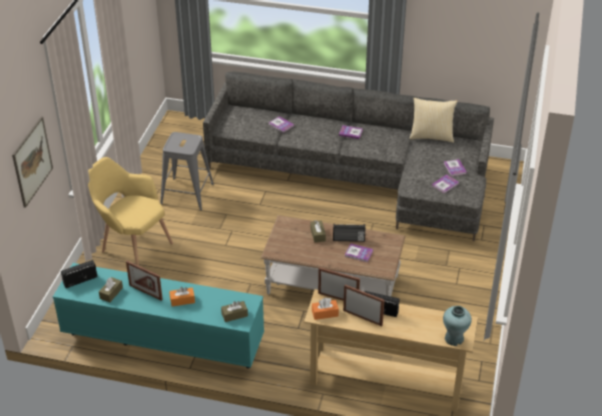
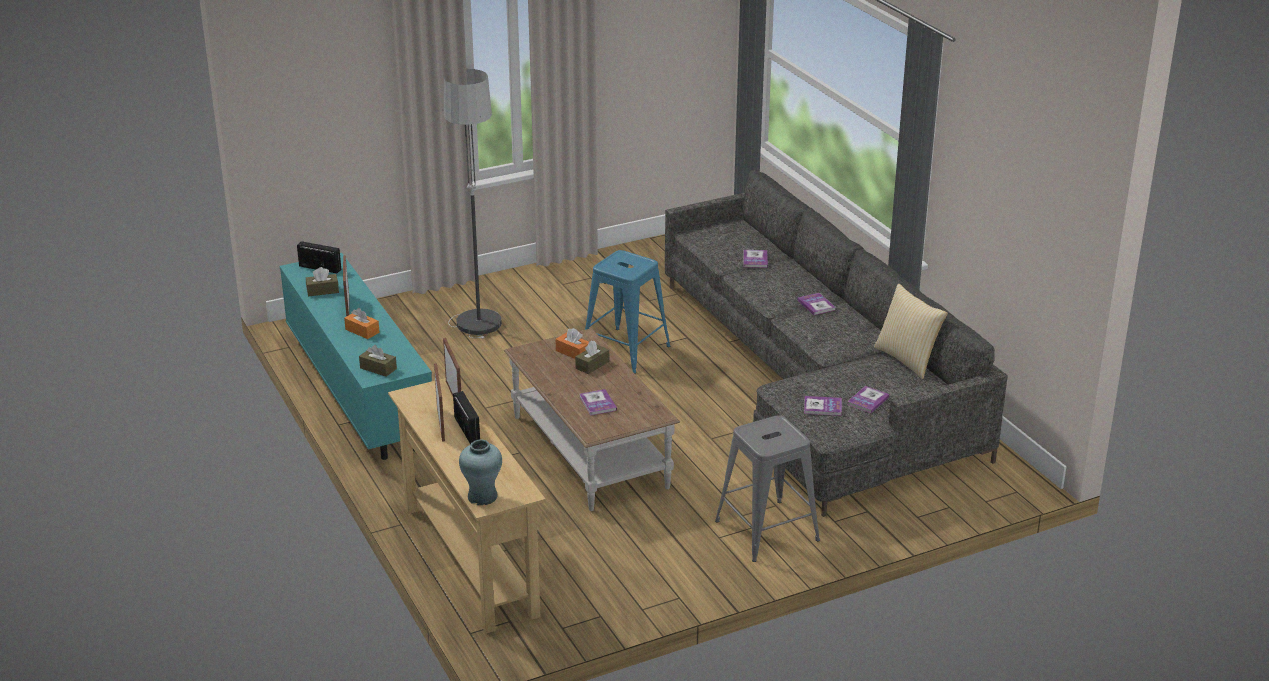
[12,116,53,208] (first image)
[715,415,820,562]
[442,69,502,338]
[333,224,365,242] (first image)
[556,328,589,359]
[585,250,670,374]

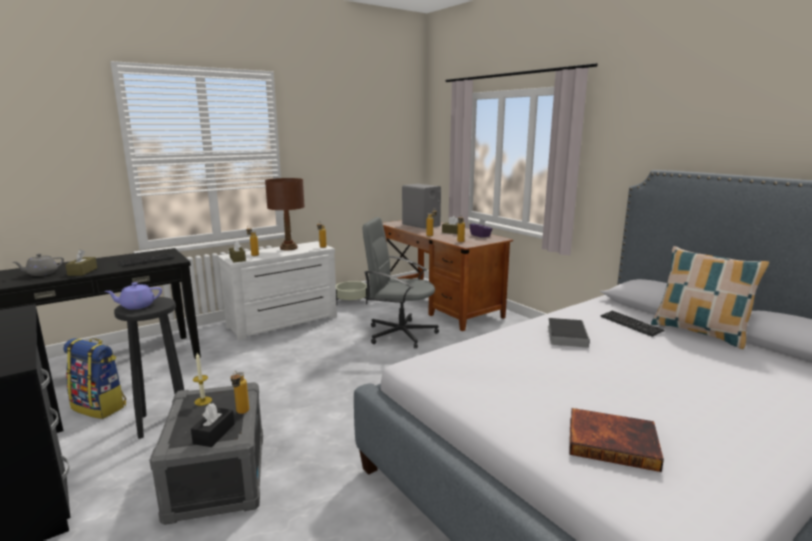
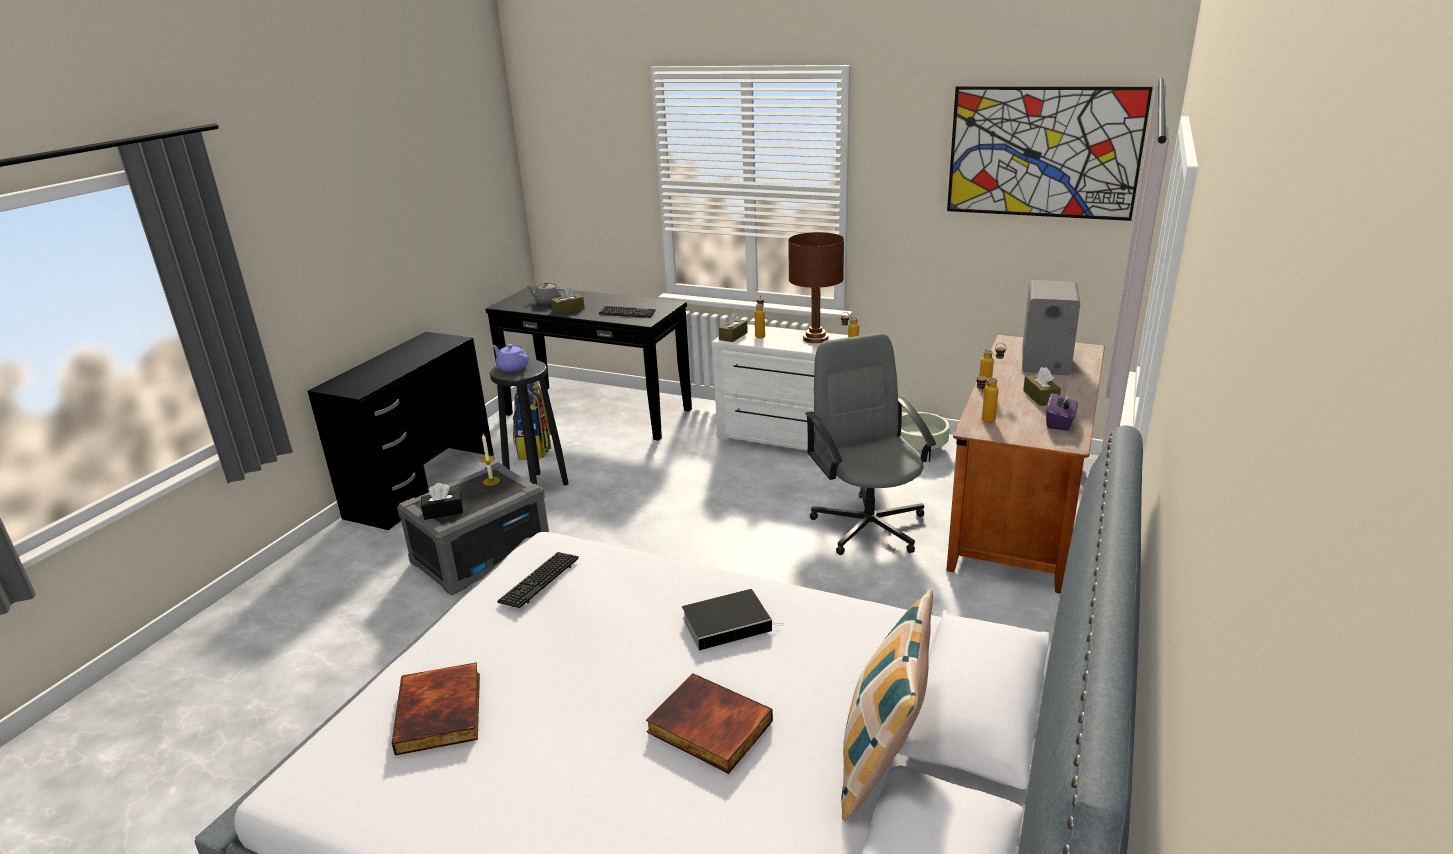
[497,552,579,608]
[230,371,249,414] (first image)
[947,86,1153,221]
[646,673,773,774]

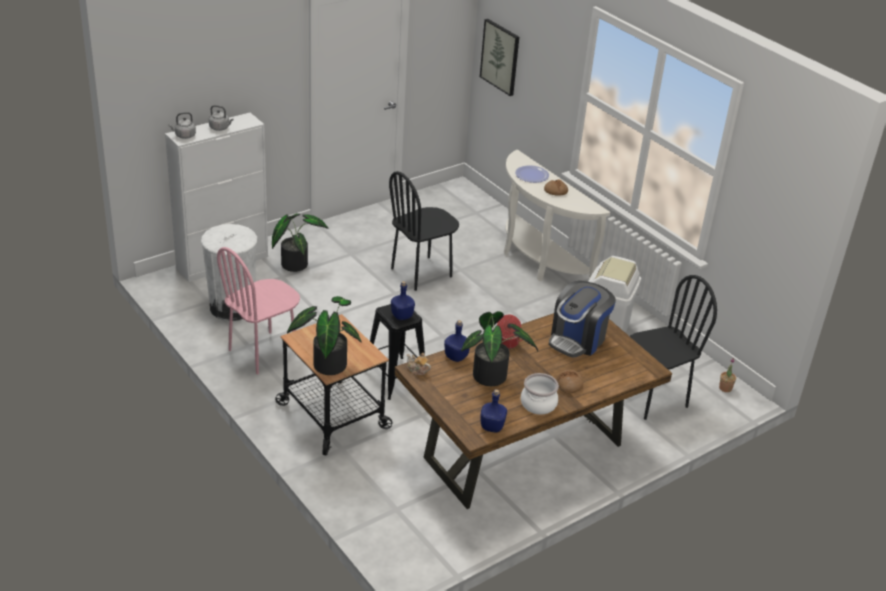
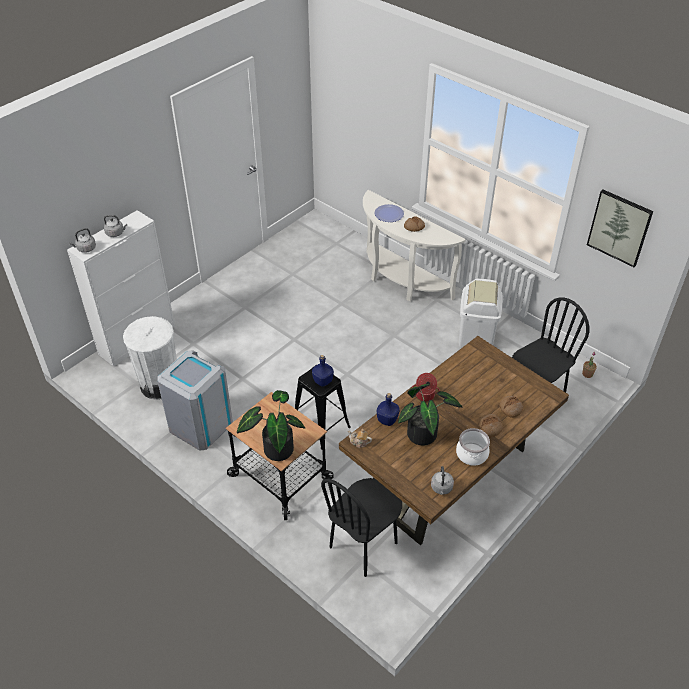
[587,190,653,267]
[321,478,402,577]
[272,214,329,272] (first image)
[157,350,233,451]
[549,281,616,358] (first image)
[431,466,454,495]
[500,396,523,418]

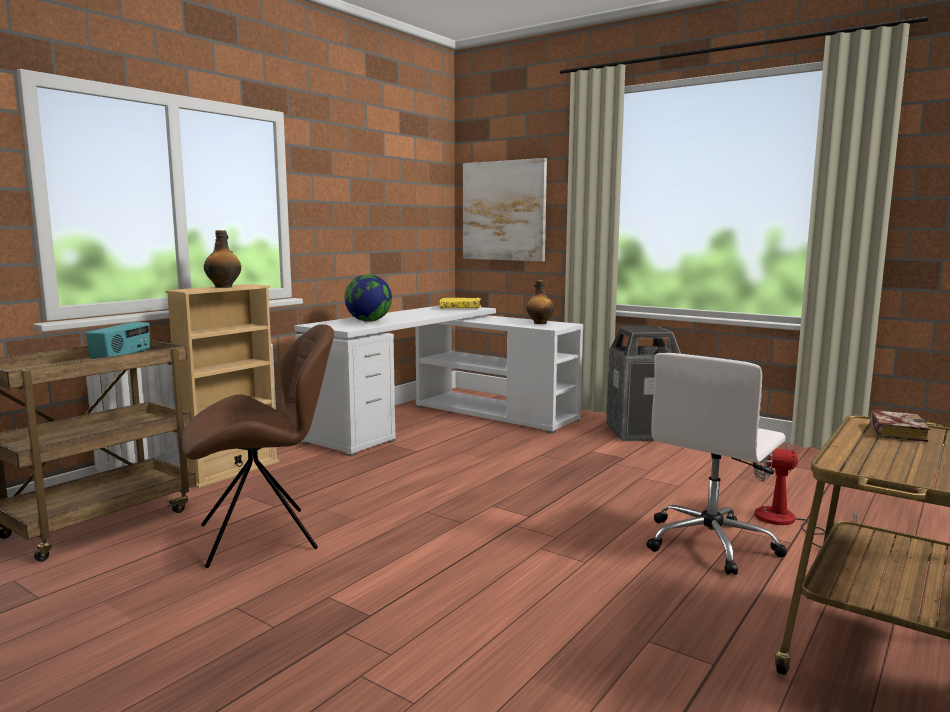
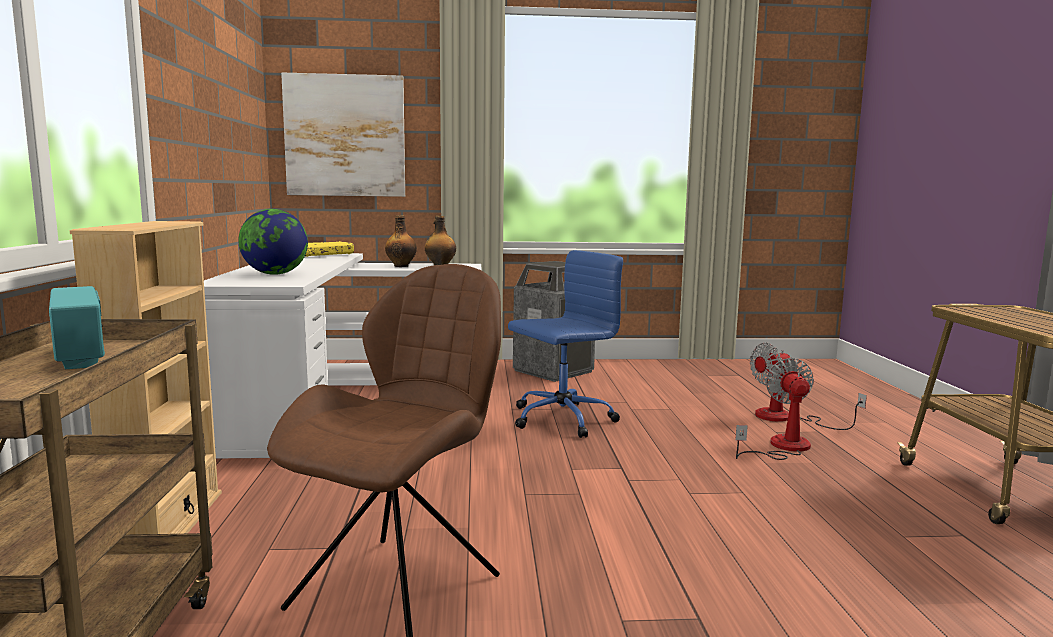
[385,215,417,267]
[735,358,814,460]
[870,410,930,442] (first image)
[508,250,623,438]

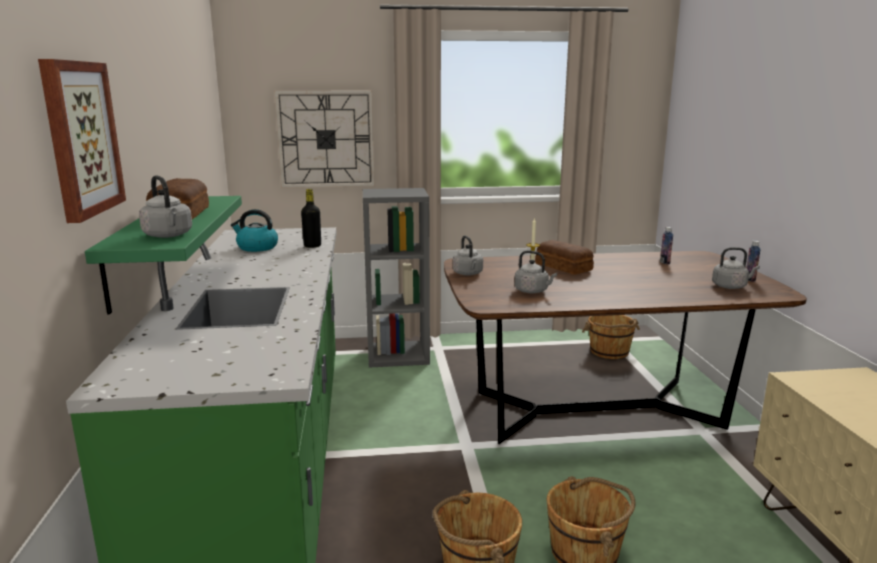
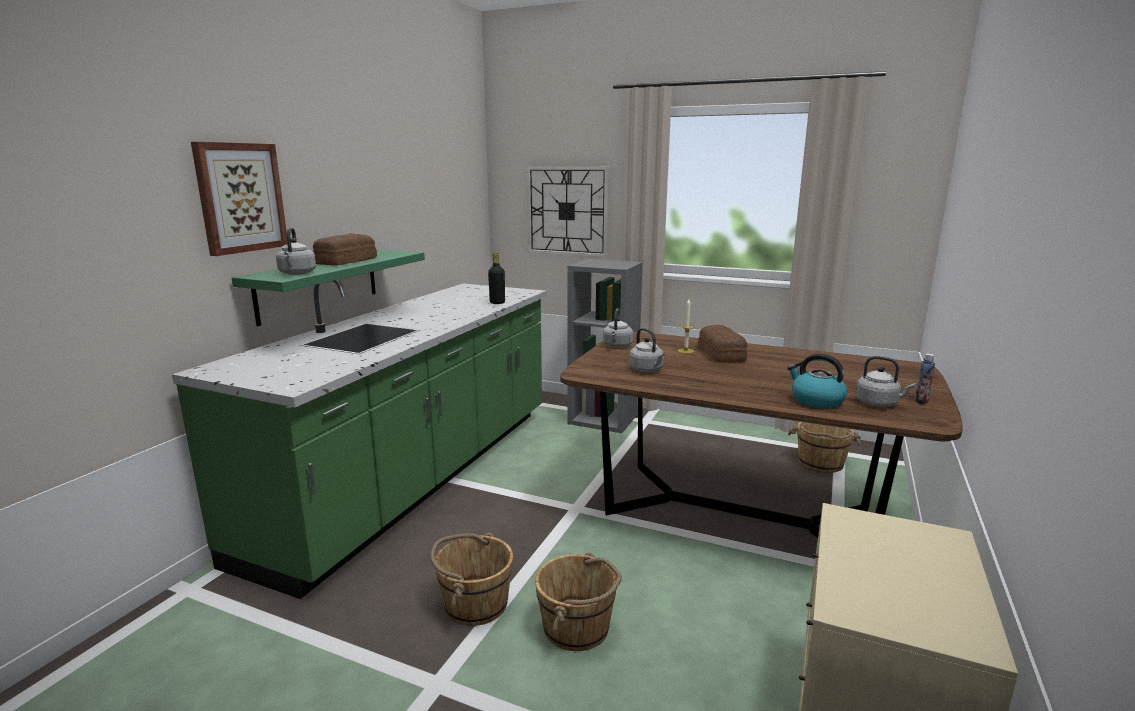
[787,353,847,408]
[660,227,673,264] (first image)

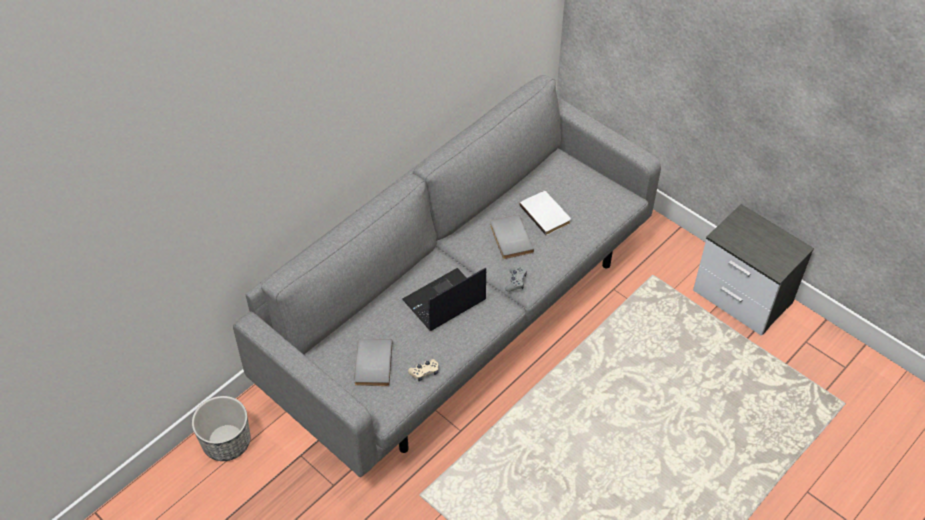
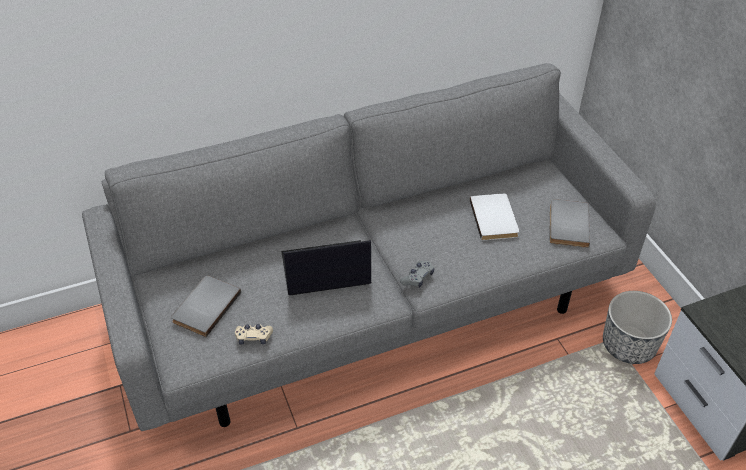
[549,199,590,248]
[603,291,672,364]

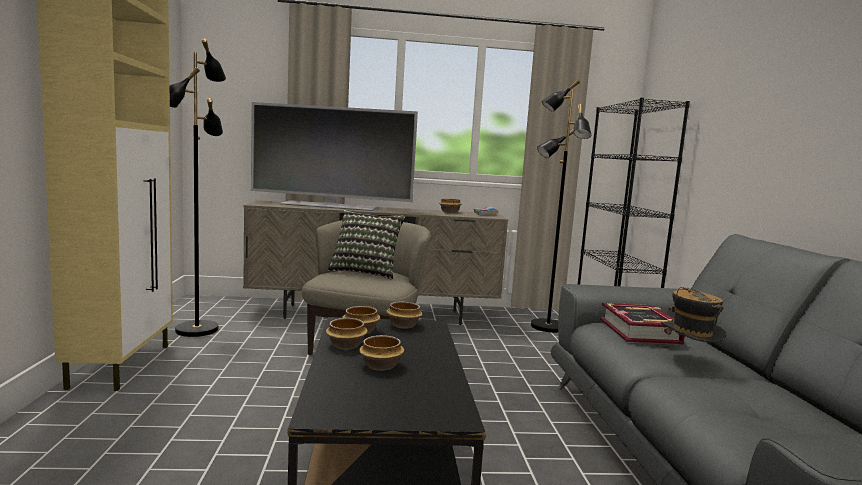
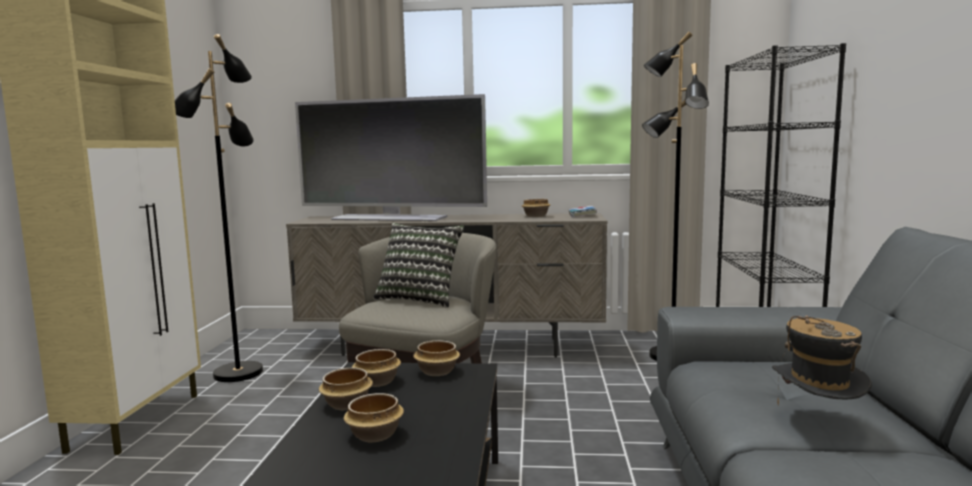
[600,303,685,345] (first image)

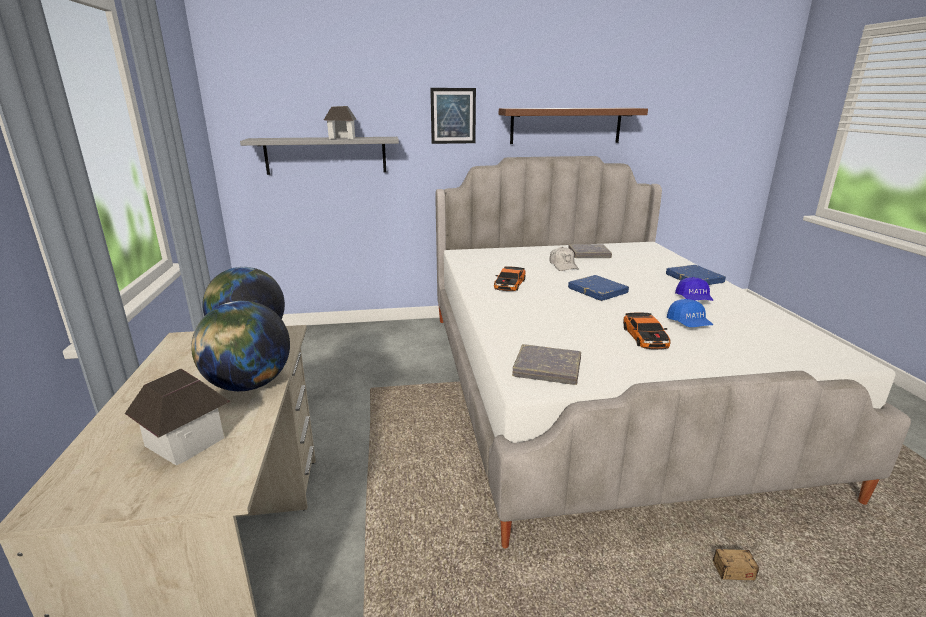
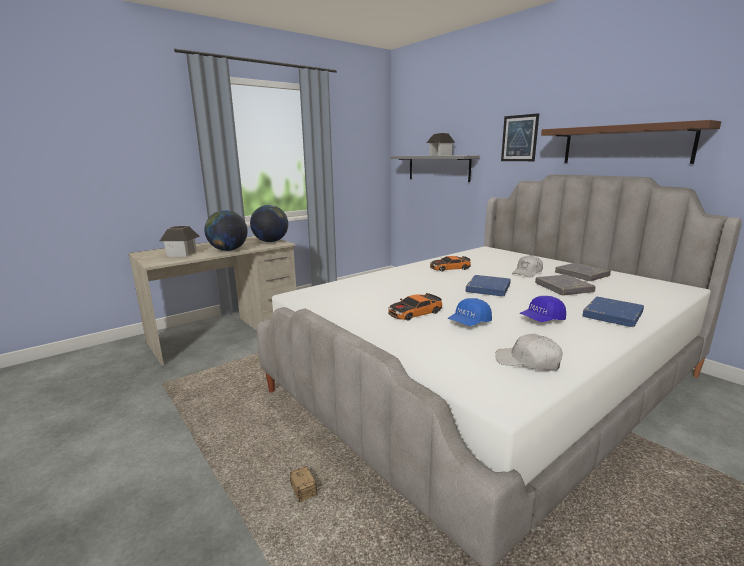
[535,275,596,295]
[495,334,563,371]

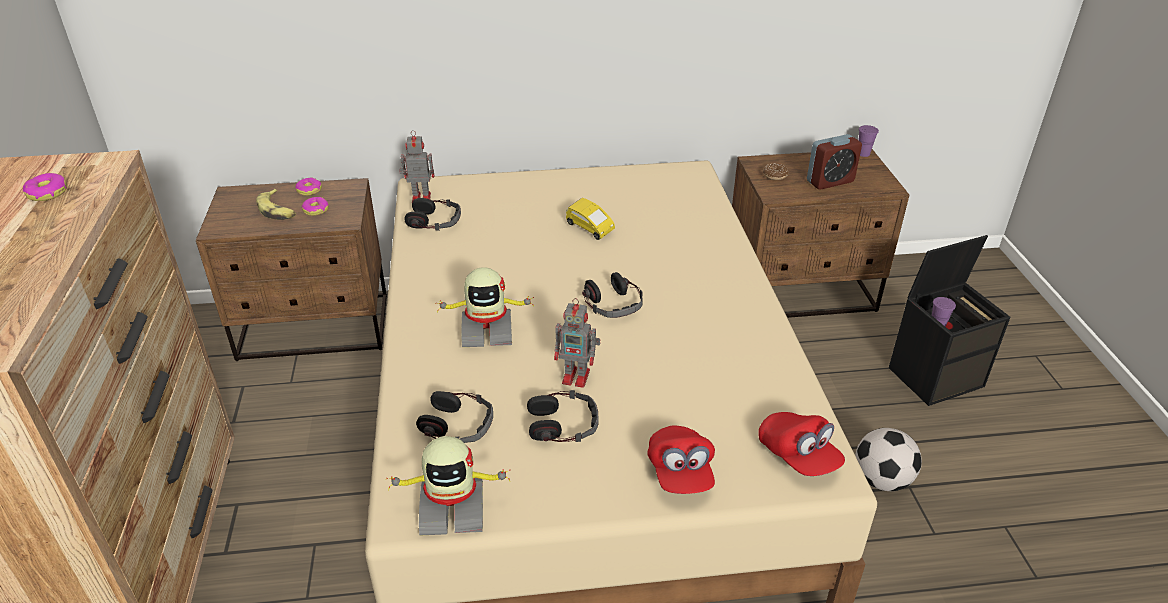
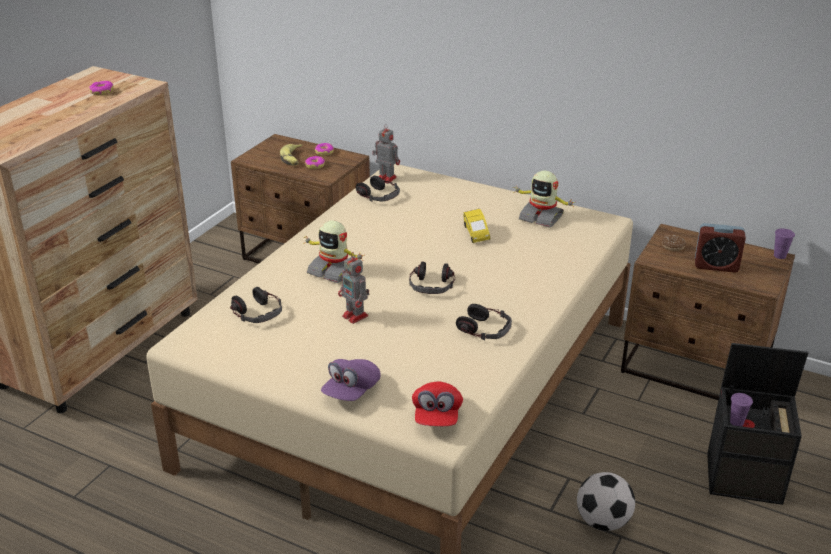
[456,304,512,340]
[321,359,381,401]
[513,170,574,228]

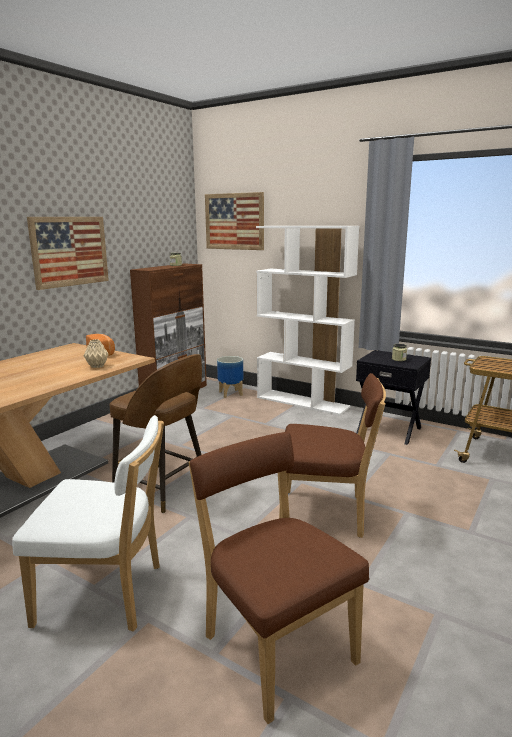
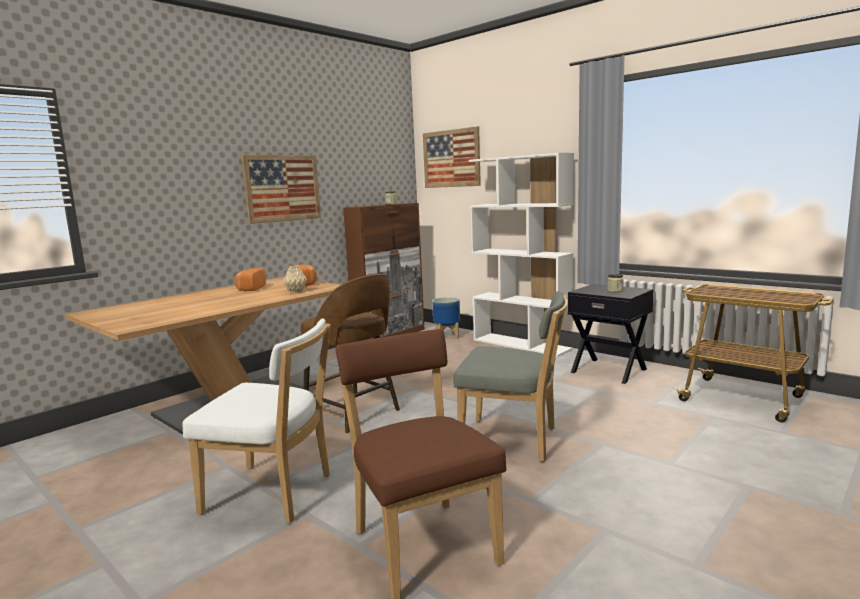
[453,291,568,462]
[234,268,266,291]

